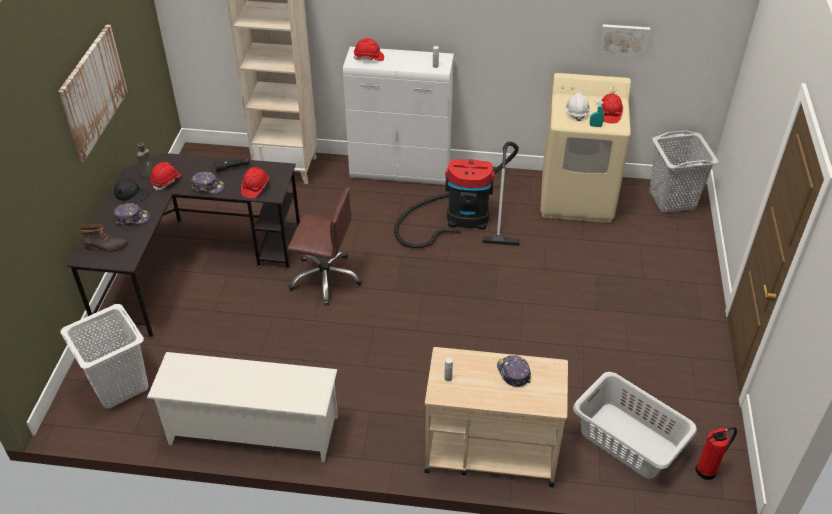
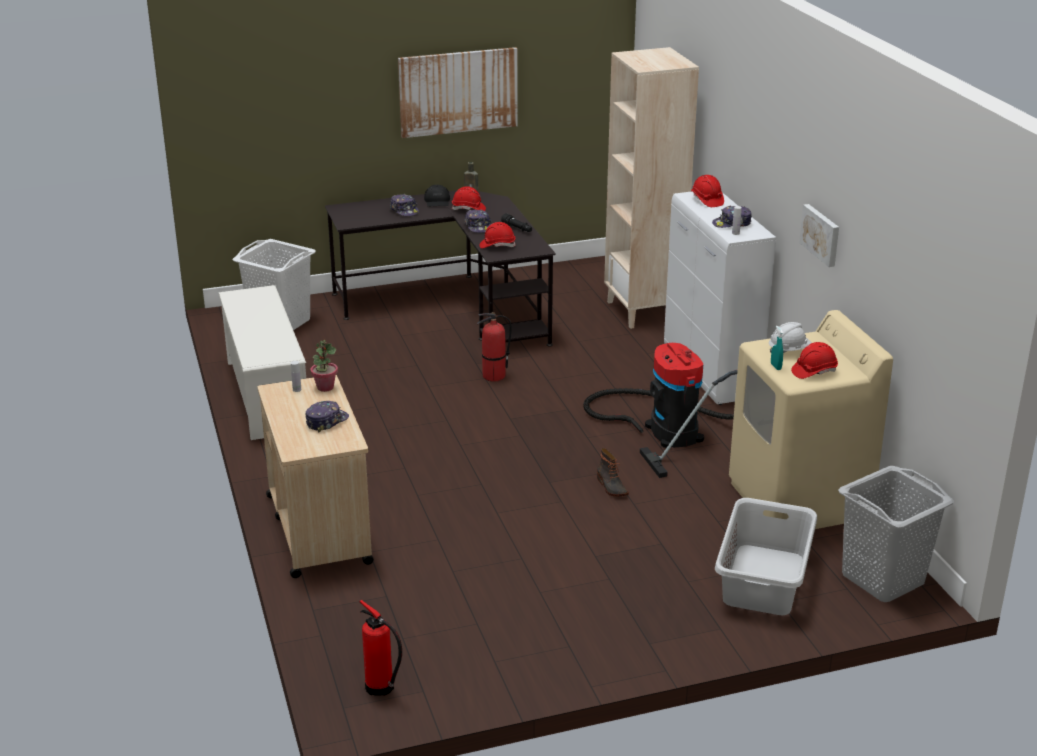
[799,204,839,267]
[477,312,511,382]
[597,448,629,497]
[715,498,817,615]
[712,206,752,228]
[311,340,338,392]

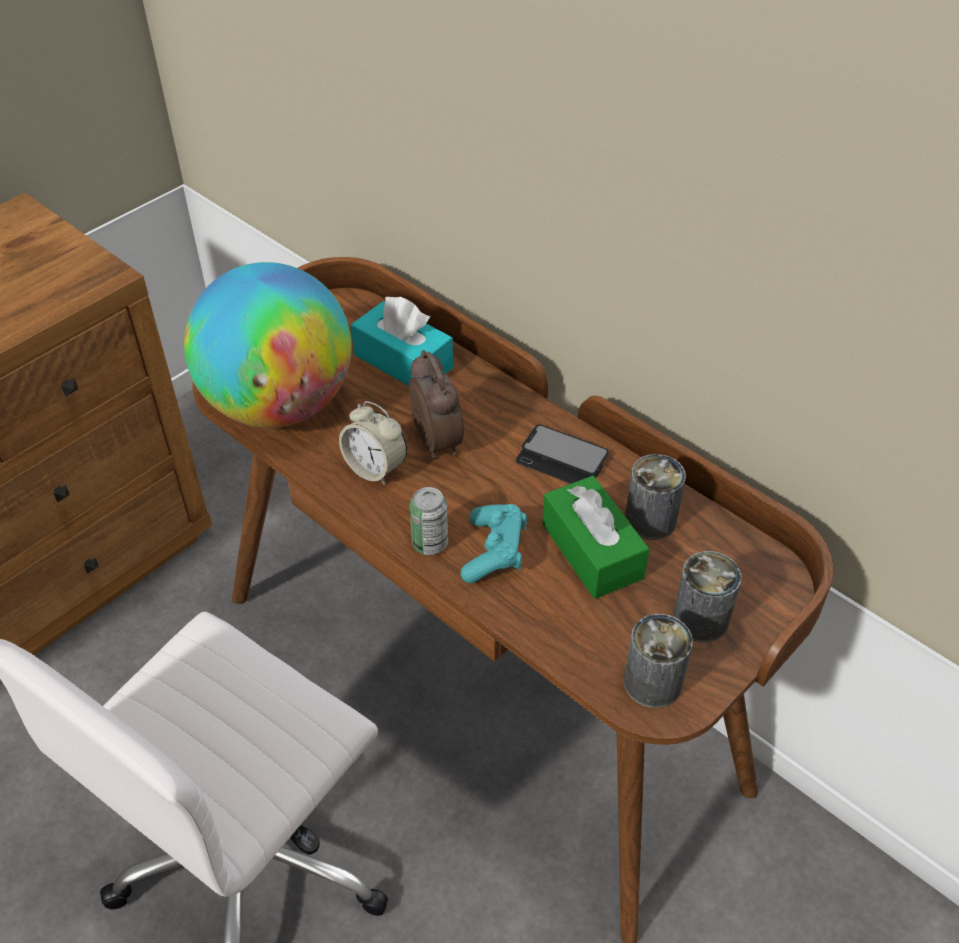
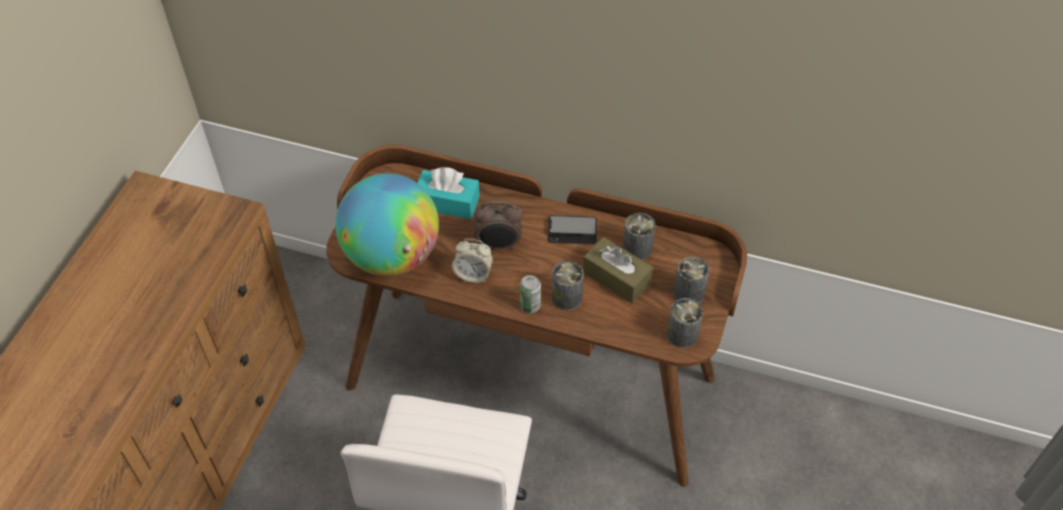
[474,201,522,250]
[583,237,653,303]
[552,261,584,310]

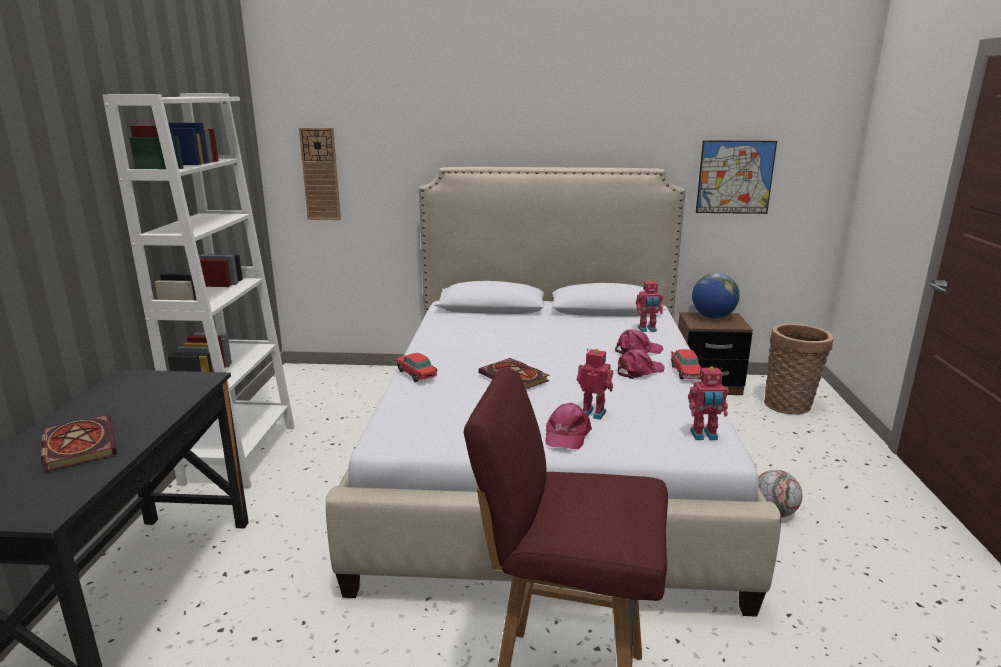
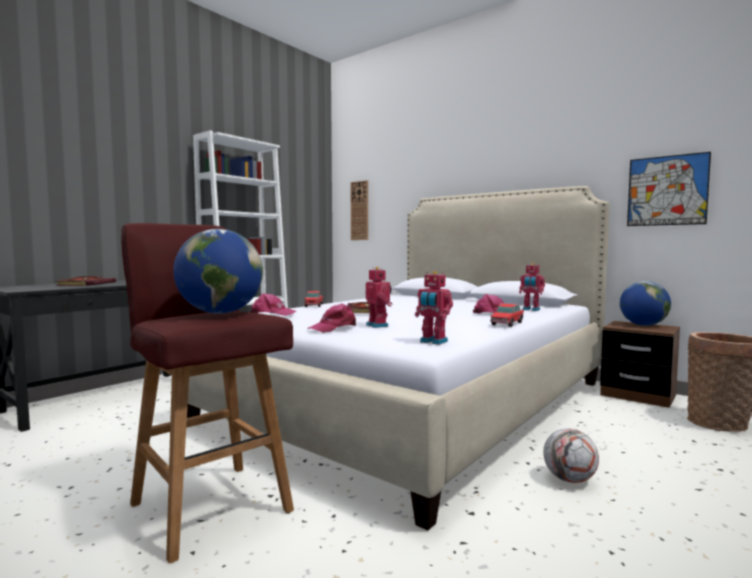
[250,293,296,316]
[173,229,263,314]

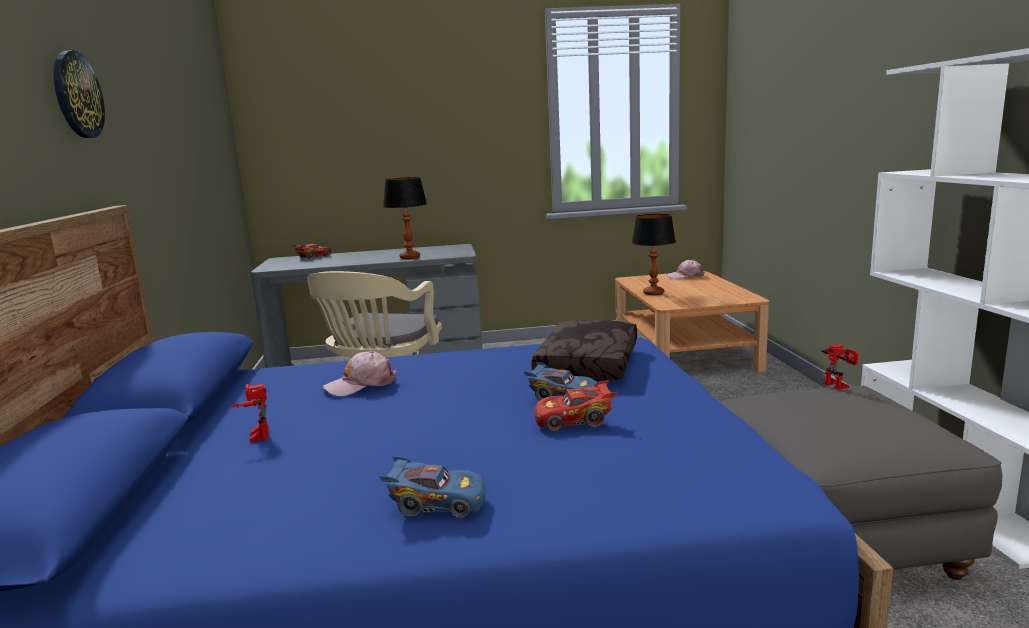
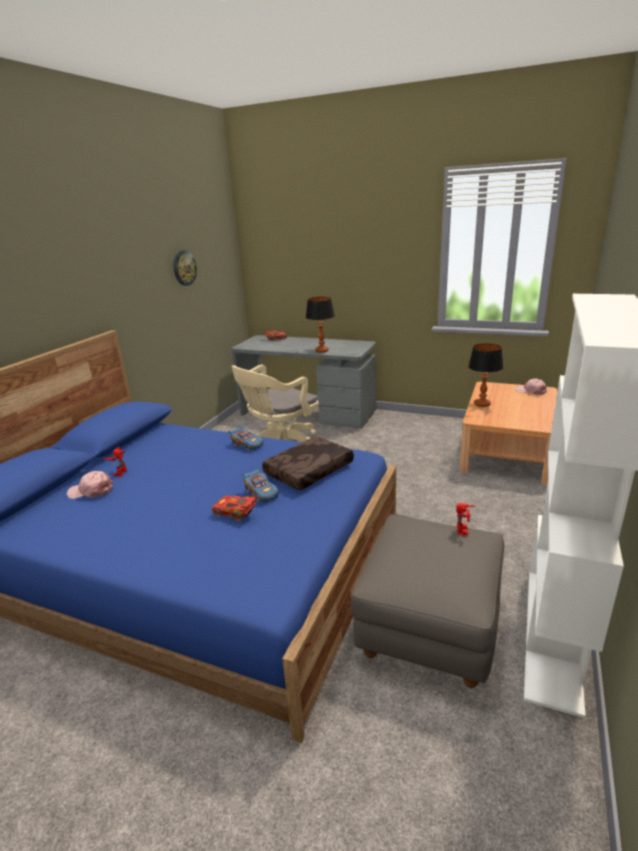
[174,250,197,286]
[67,471,113,499]
[228,425,263,451]

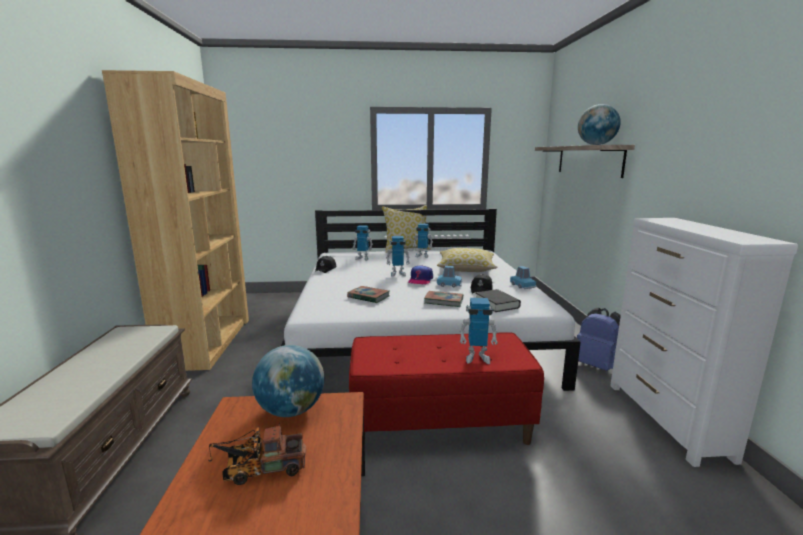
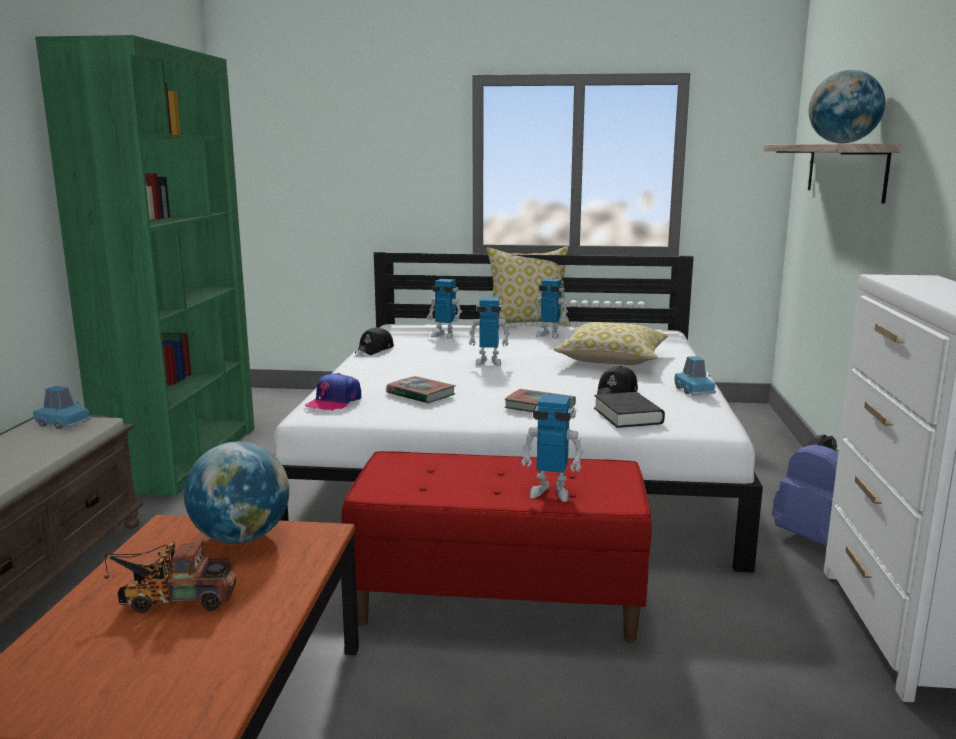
[35,35,254,496]
[305,373,361,411]
[33,386,91,429]

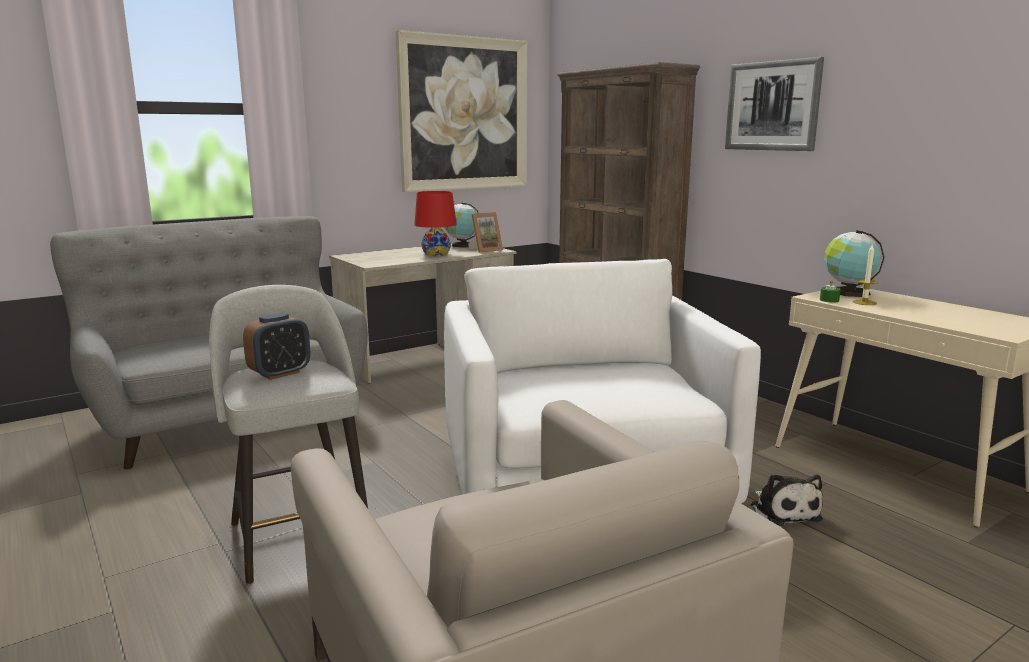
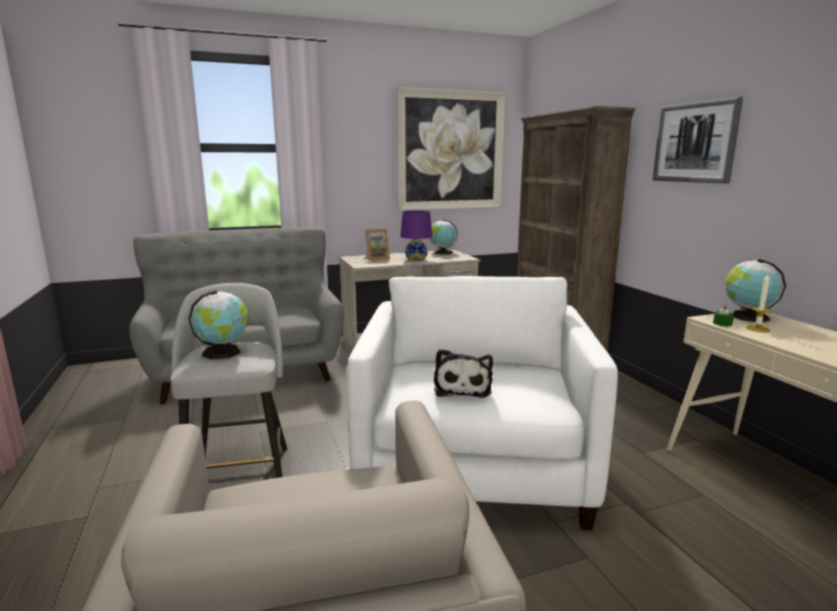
[400,210,433,261]
[365,229,390,261]
[188,290,249,360]
[434,349,493,398]

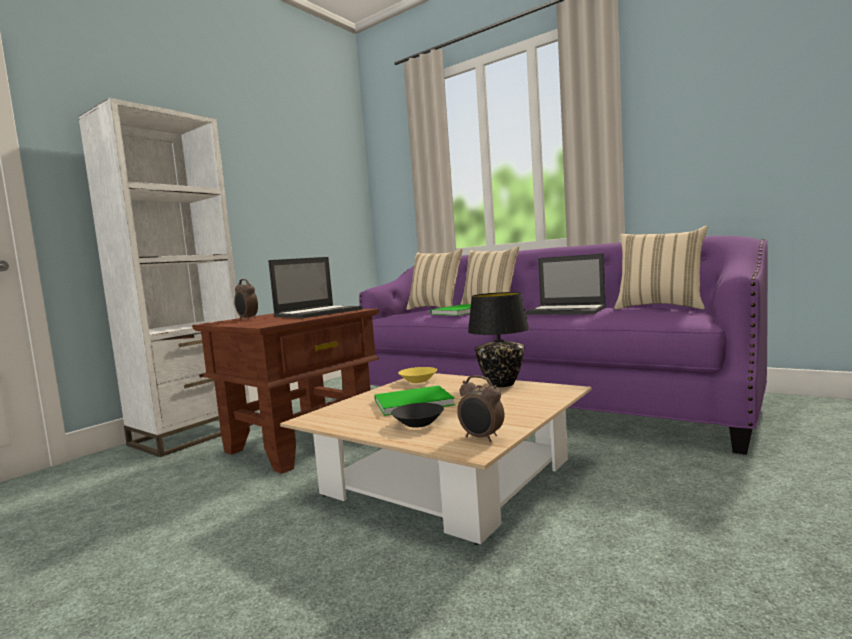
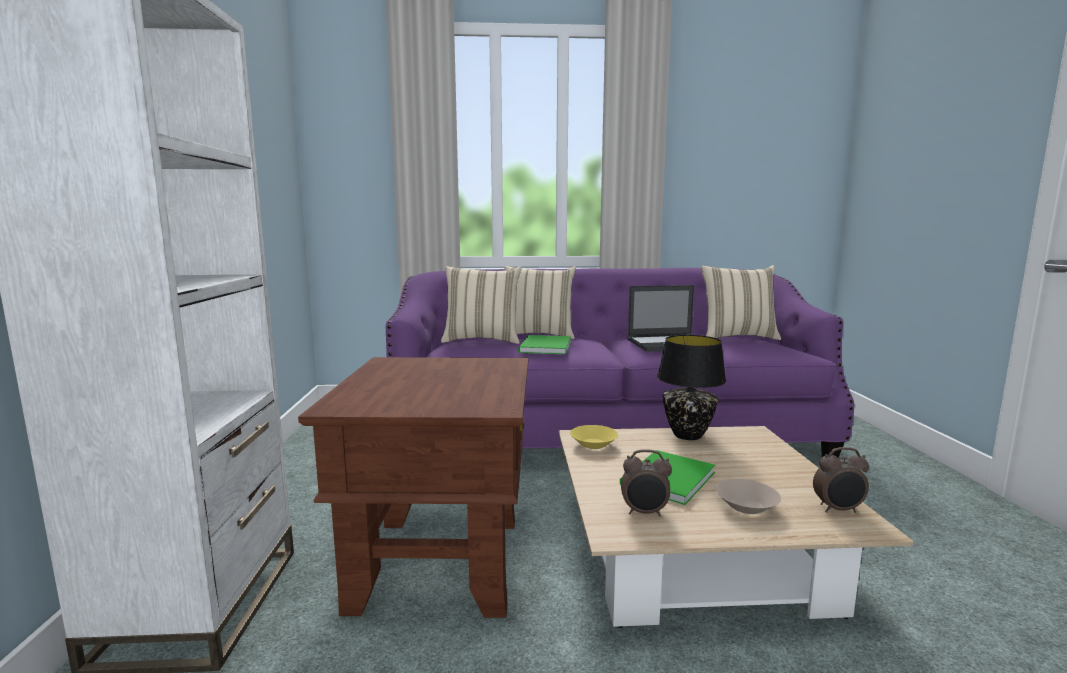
[268,257,363,318] (first image)
[621,449,672,517]
[715,479,781,514]

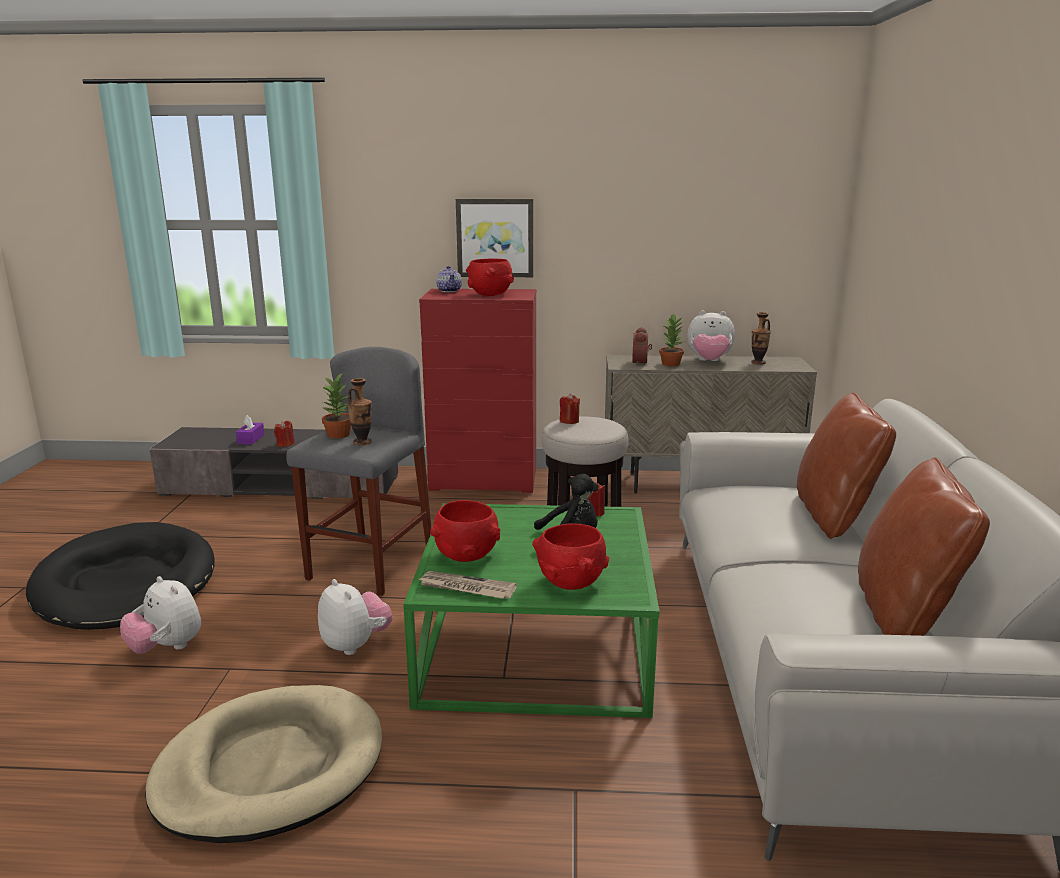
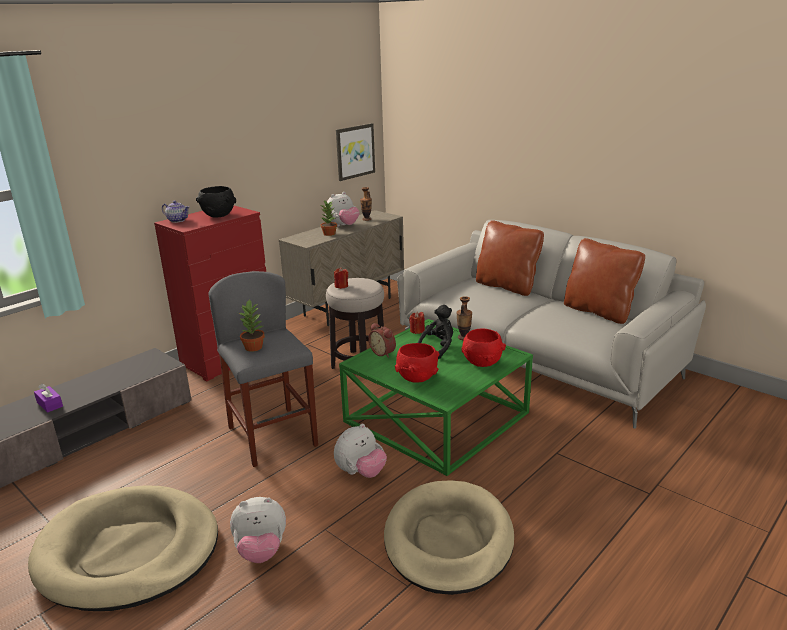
[336,123,375,181]
[196,186,236,218]
[368,323,396,358]
[457,296,472,340]
[274,421,294,447] (first image)
[28,485,218,611]
[417,571,517,599] (first image)
[334,424,387,478]

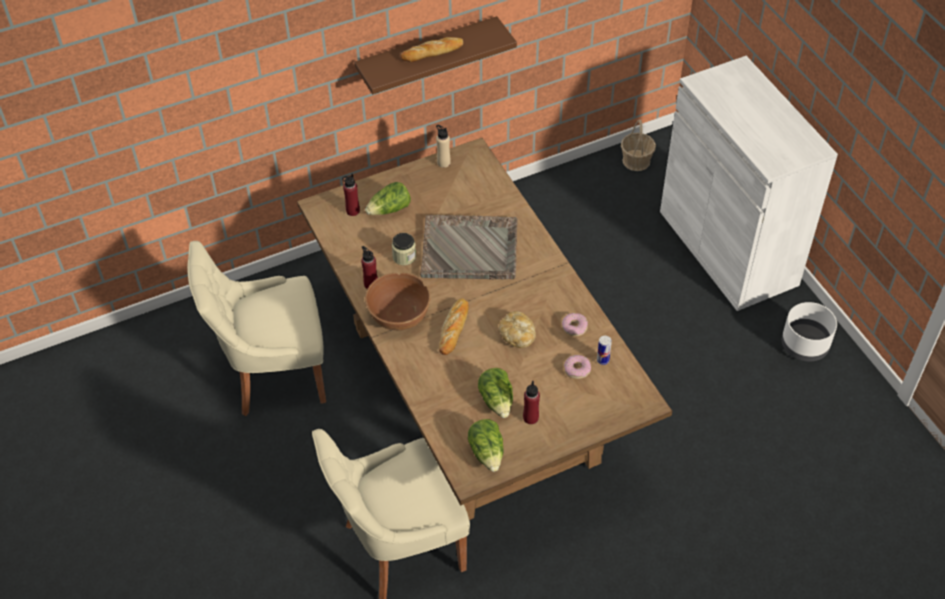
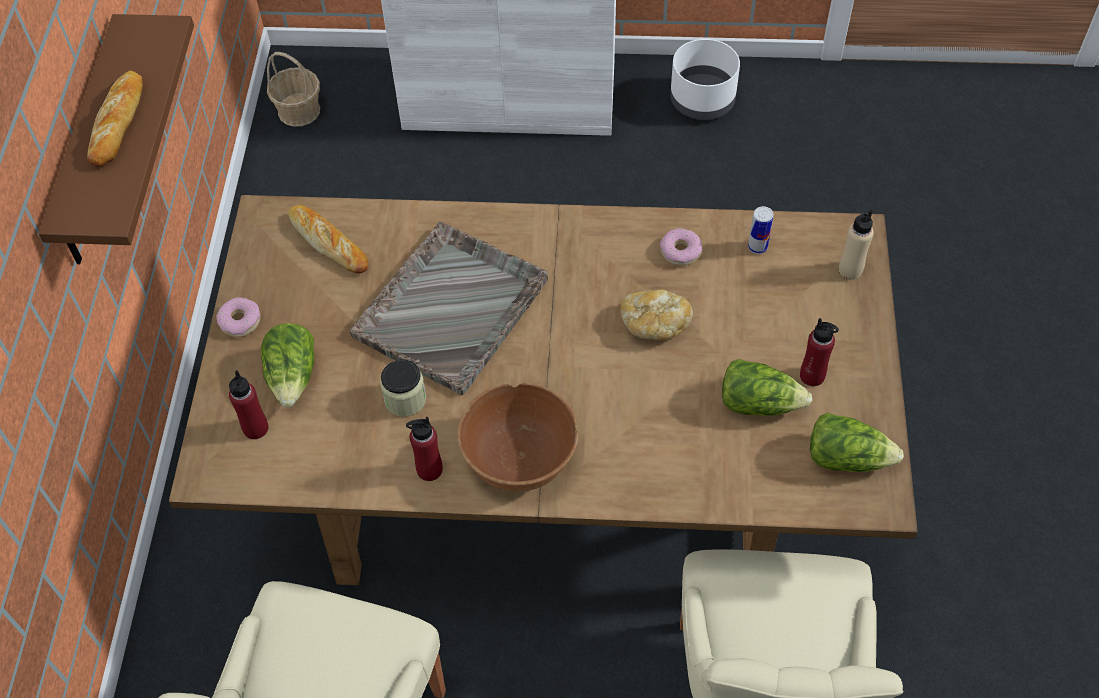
[839,210,874,280]
[288,205,368,274]
[217,297,261,337]

